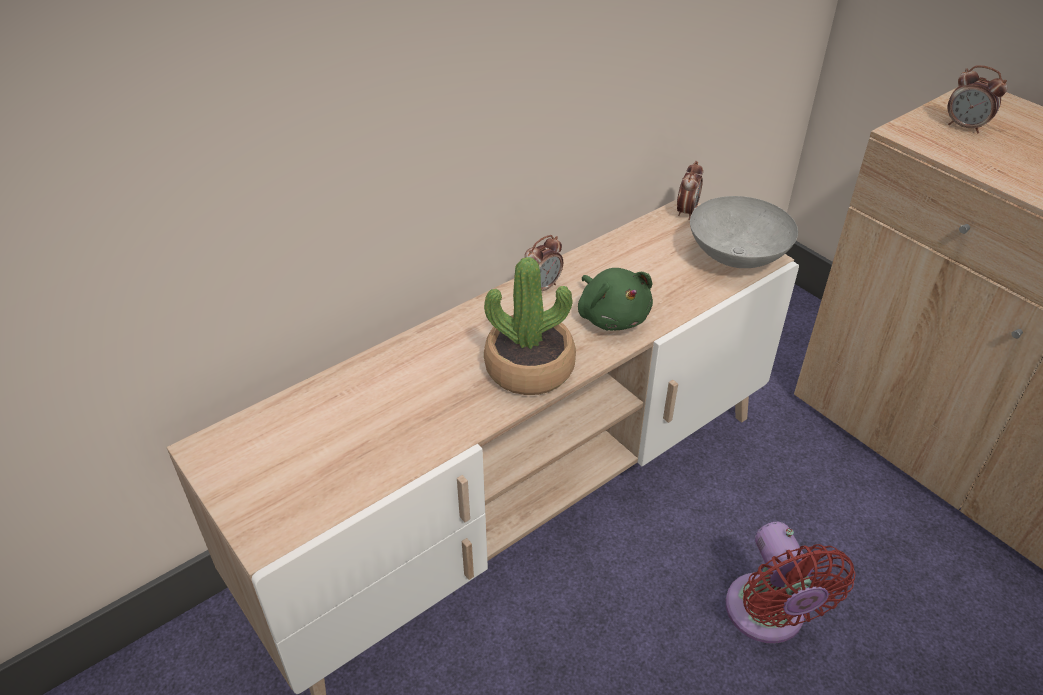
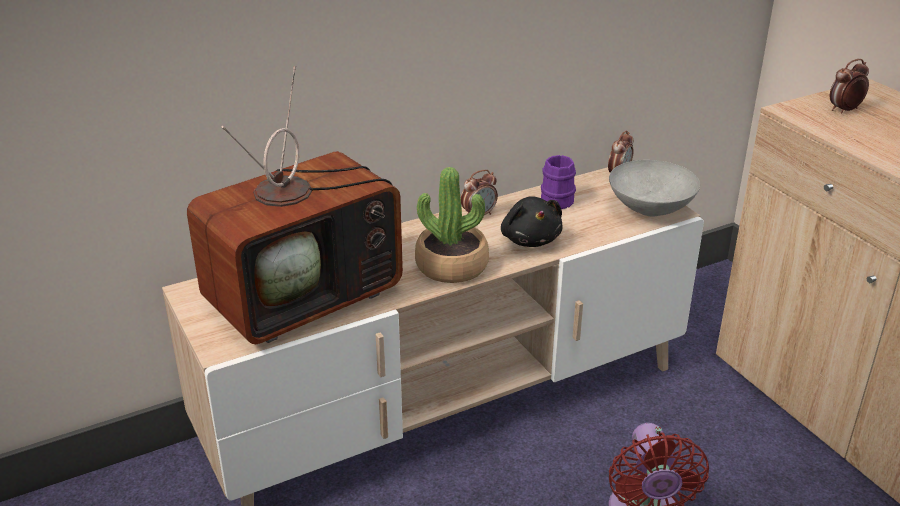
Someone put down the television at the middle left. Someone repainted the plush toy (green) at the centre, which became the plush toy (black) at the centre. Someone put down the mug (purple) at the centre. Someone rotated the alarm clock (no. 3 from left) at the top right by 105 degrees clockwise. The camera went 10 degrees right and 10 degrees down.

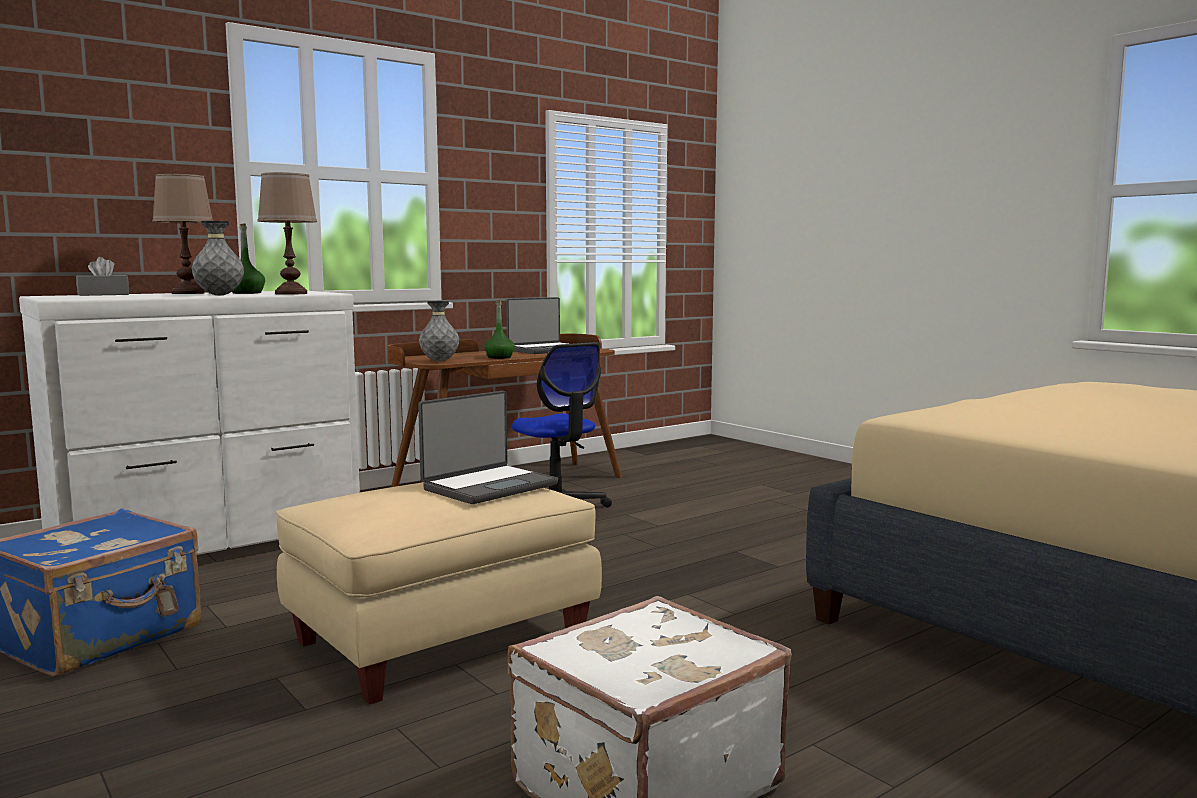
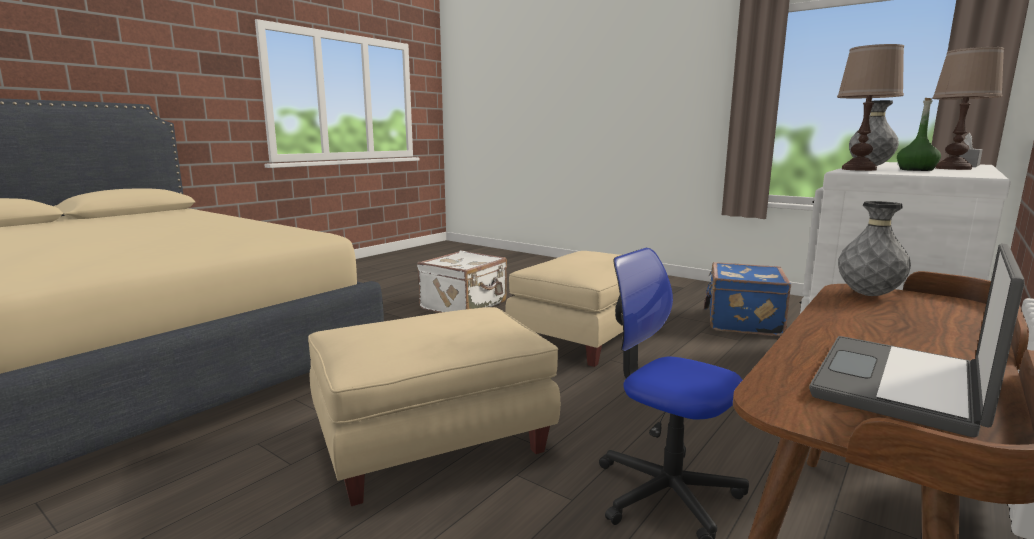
Someone put down the ottoman (beige) (no. 1 from left) at the bottom centre. Someone took away the laptop (no. 1 from left) at the centre. Someone took away the bottle (green) (no. 2 from left) at the centre. The camera went 165 degrees right and 5 degrees up.

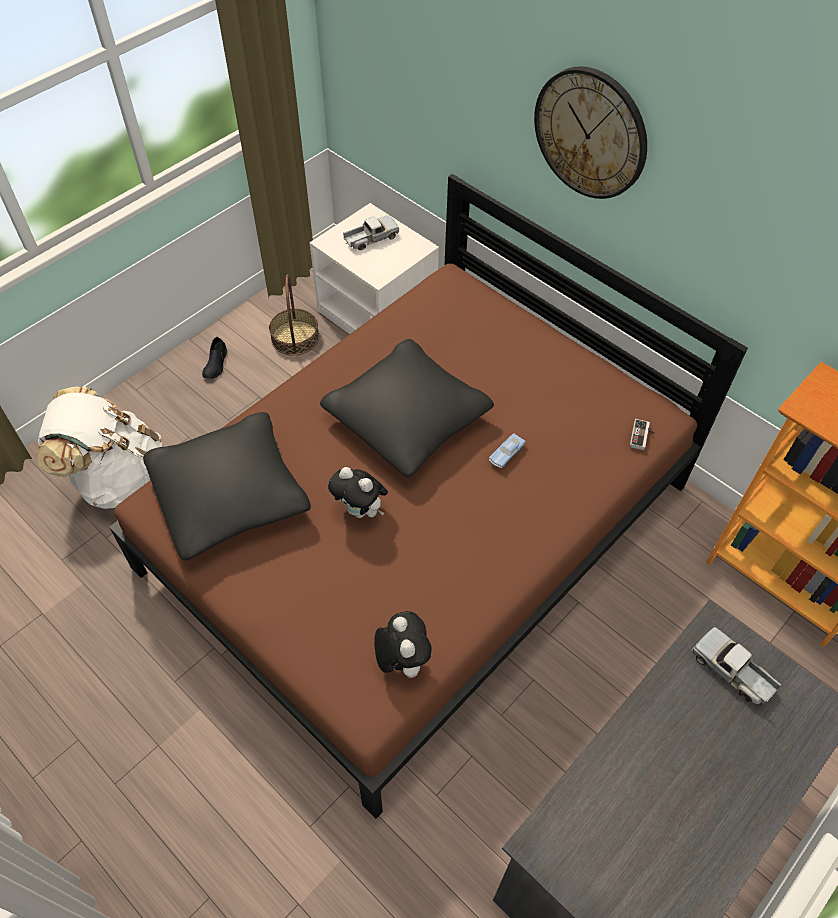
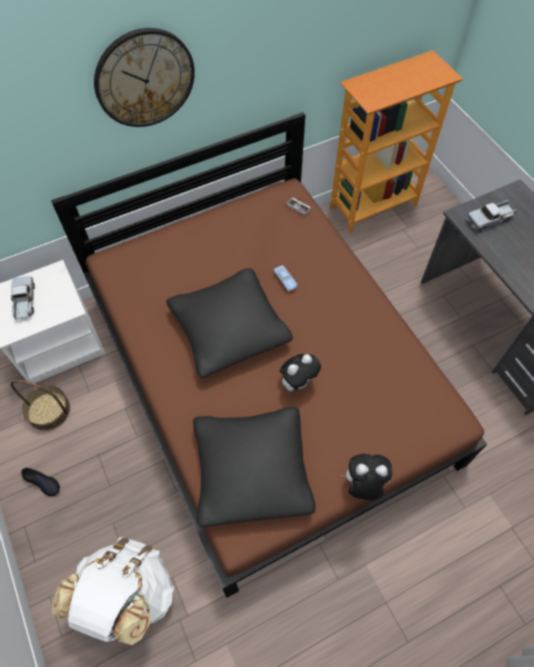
Someone carried the plush toy (no. 2 from left) from the bottom centre to the bottom right. The camera went 70 degrees left and 5 degrees up.

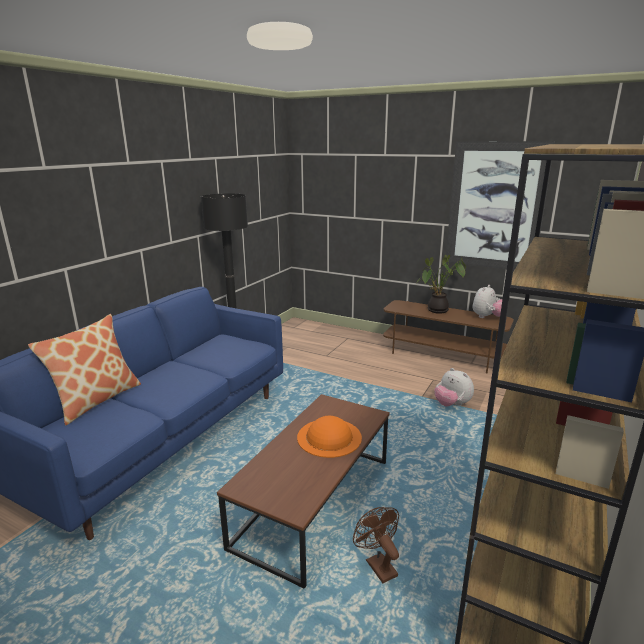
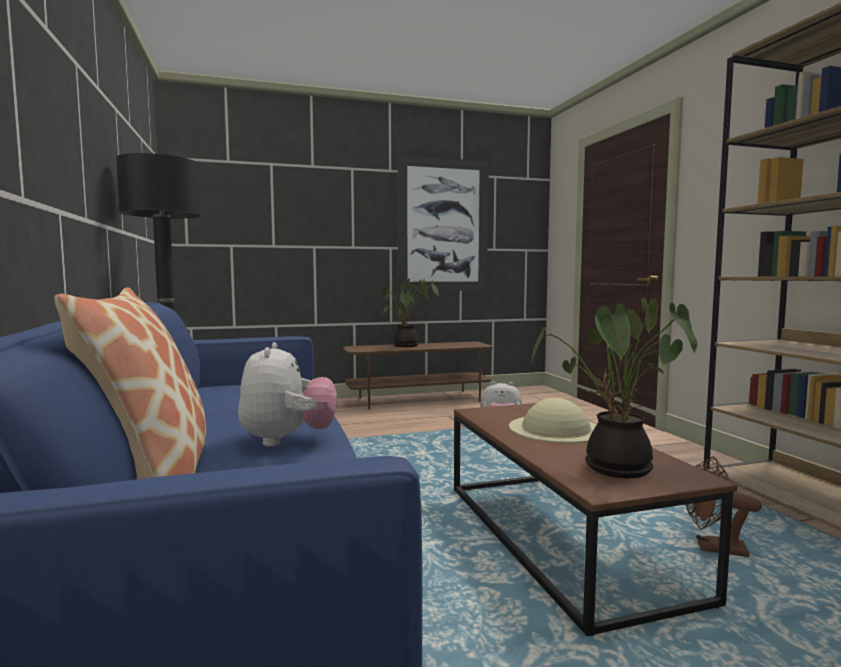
Someone carried the plush toy (no. 2 from left in the first image) from the middle right to the centre. Someone repainted the hat (orange) at the bottom centre, which became the hat (beige) at the centre. Someone put down the potted plant (no. 2 from left) at the middle right. The camera went 45 degrees left and 15 degrees down.

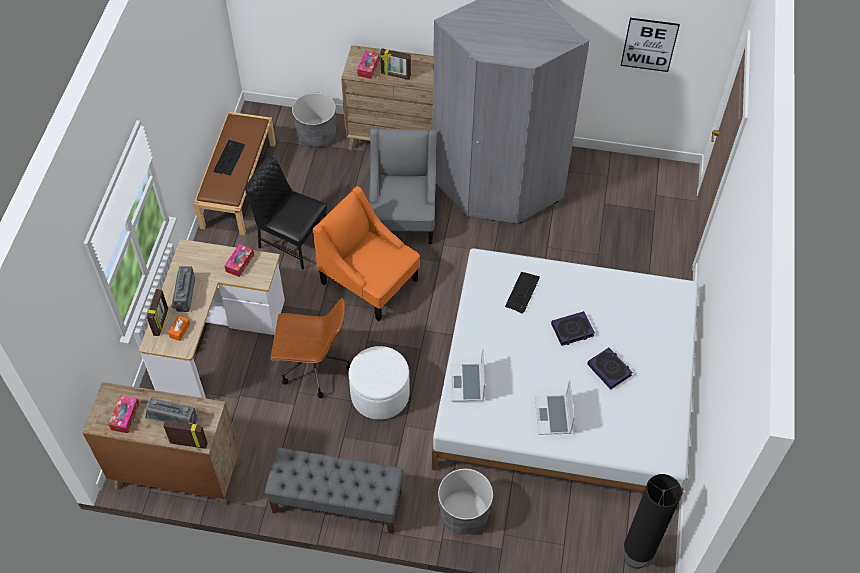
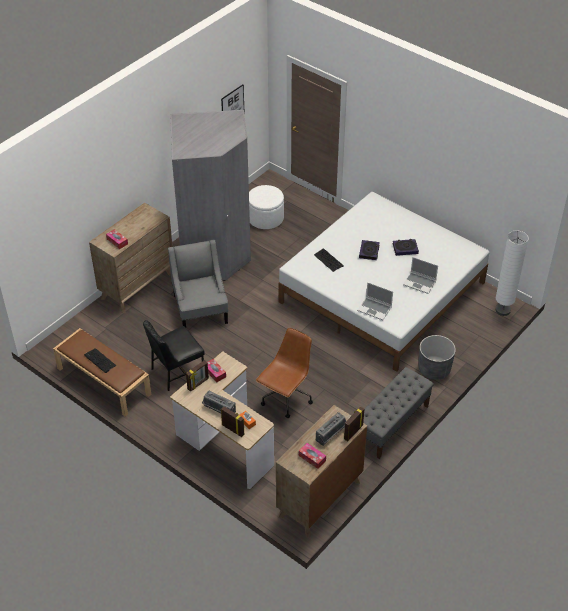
Someone rotated the armchair (grey) at the top centre by 45 degrees clockwise. Someone carried the picture frame (no. 3 from left in the first image) from the top centre to the centre. Someone carried the ottoman (white) from the bottom centre to the centre. Someone repainted the floor lamp (black) at the bottom right, which became the floor lamp (white) at the middle right. Someone took away the planter (grey) (no. 1 from left) at the top centre. Someone took away the armchair (orange) at the centre. The camera went 60 degrees left and 10 degrees down.

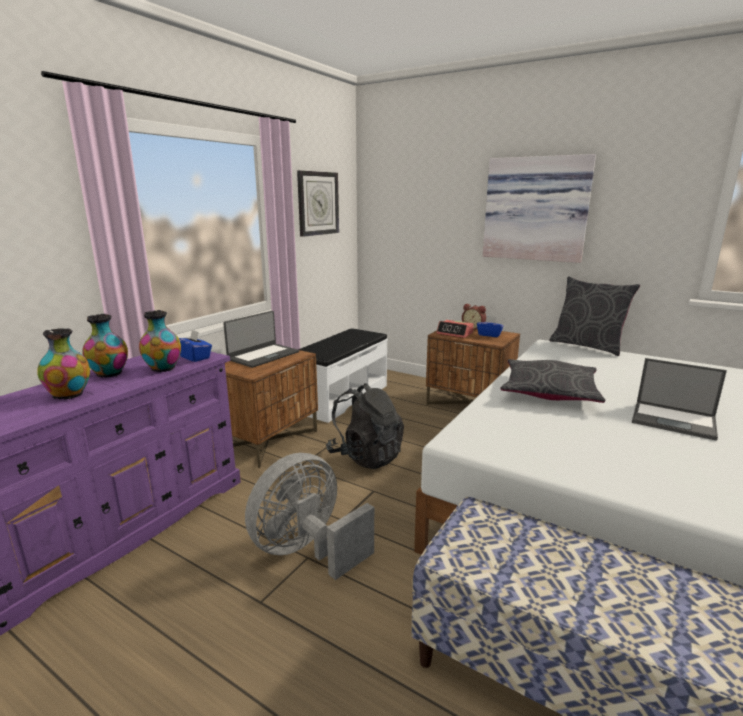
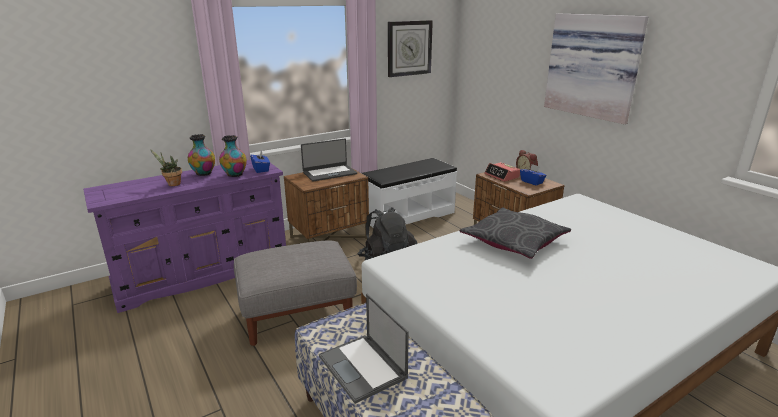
Someone swapped the vase (no. 1 from left) at the middle left for the potted plant at the middle left. Someone swapped the fan (grey) at the bottom centre for the ottoman (grey) at the bottom centre. Someone carried the laptop (no. 2 from left) from the middle right to the bottom centre. Someone took away the pillow (grey) (no. 2 from left) at the middle right. The camera went 25 degrees right and 5 degrees up.

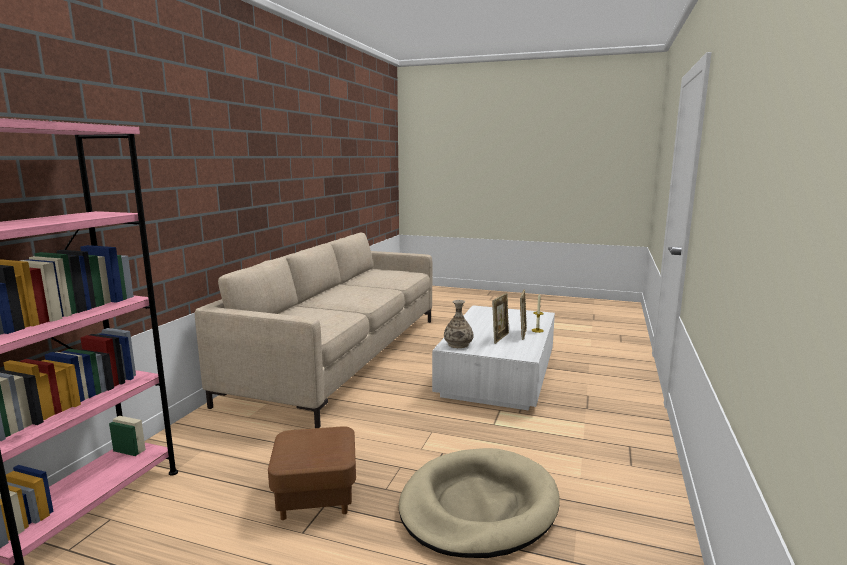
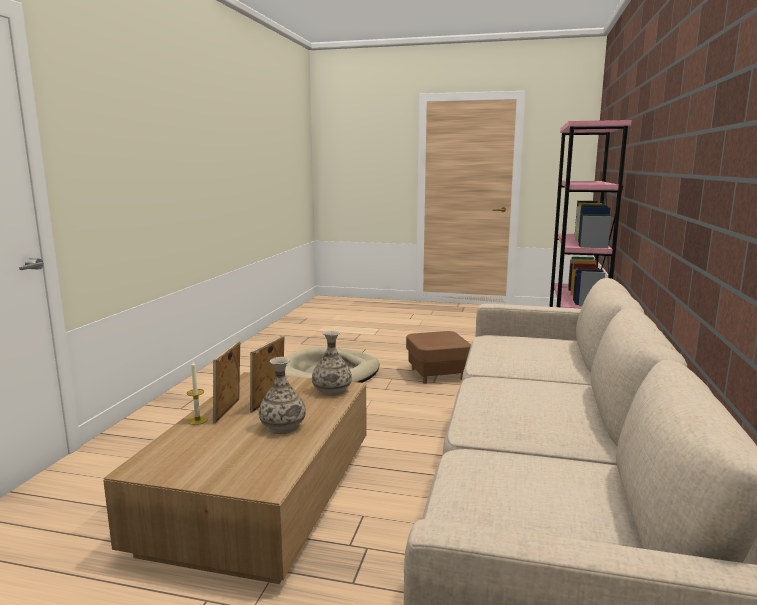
Someone repainted the coffee table (white) at the centre, which became the coffee table (brown) at the bottom left. Someone put down the vase (no. 1 from left) at the centre. The camera went 175 degrees right and 0 degrees up.

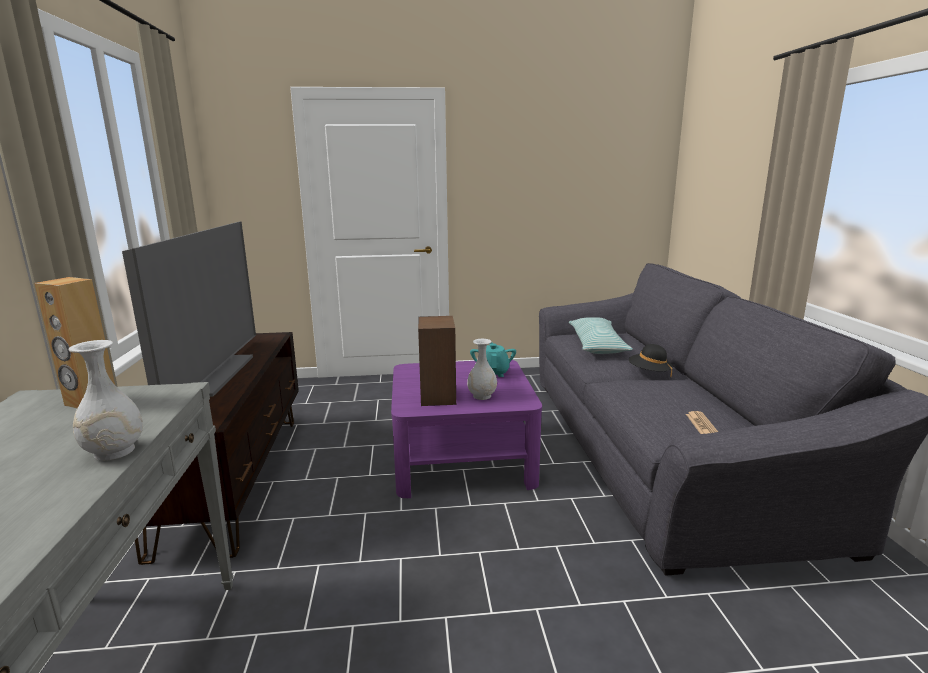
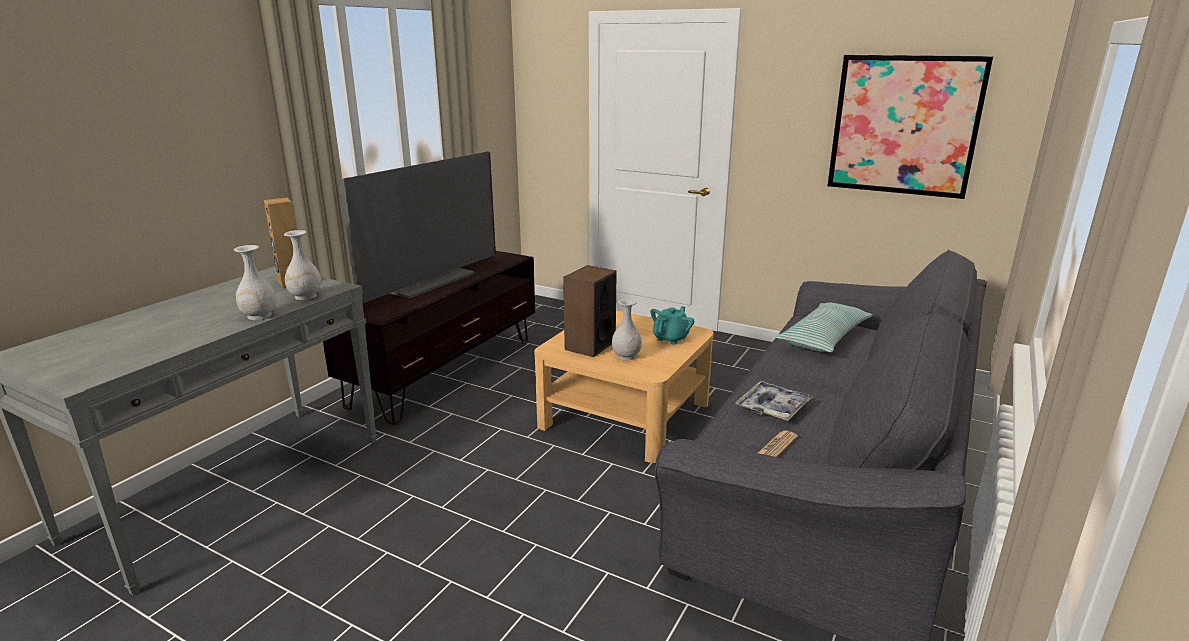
Someone put down the vase (white) (no. 2 from left) at the middle left. Someone repainted the coffee table (purple) at the centre, which became the coffee table (beige) at the centre. Someone put down the tray at the centre. Someone put up the picture at the top right. Someone took away the hat (black) at the middle right. The camera went 35 degrees right and 5 degrees up.

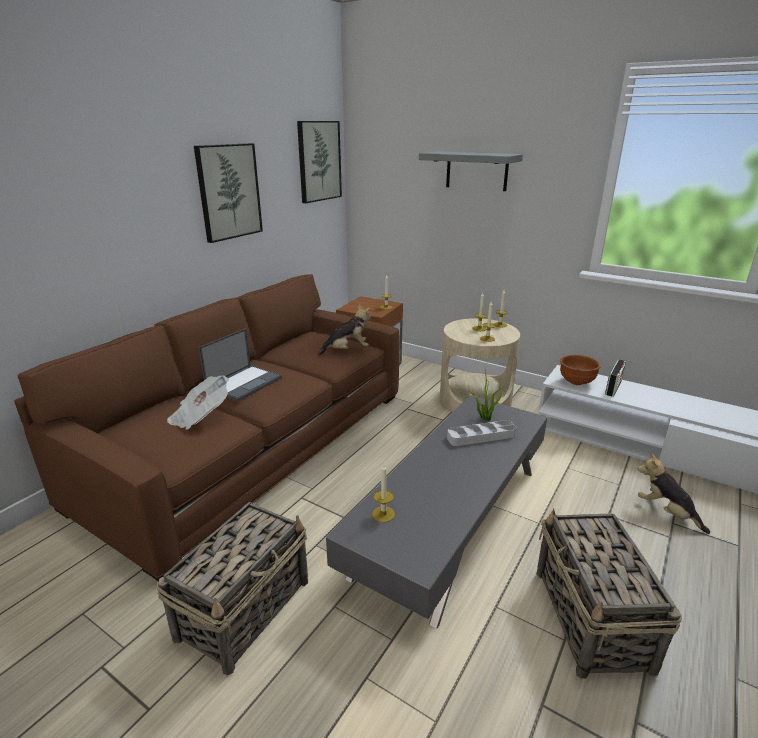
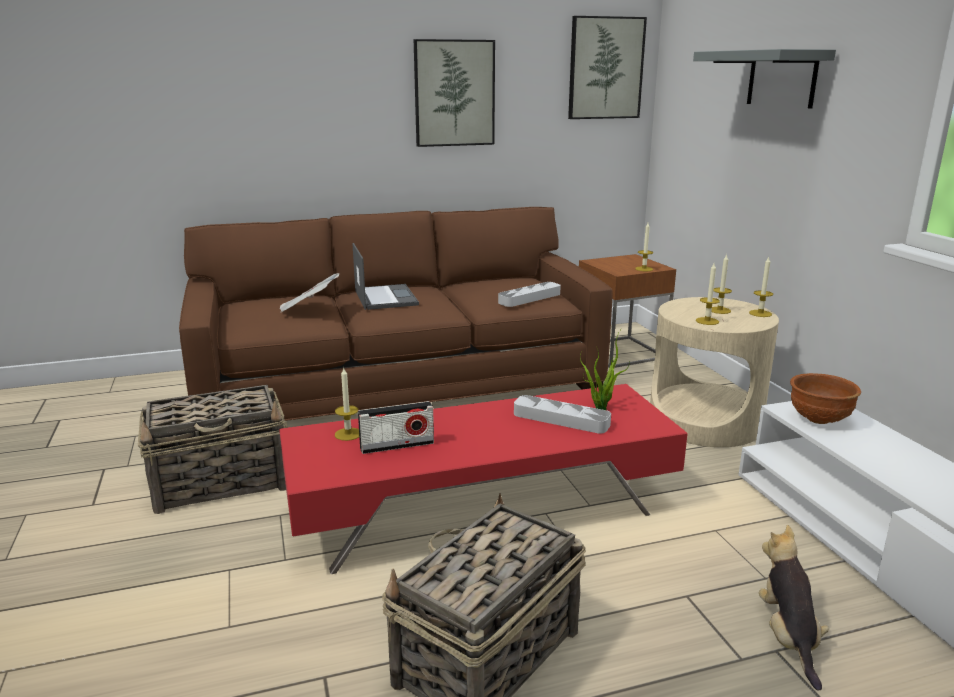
Someone repainted the coffee table (grey) at the bottom centre, which became the coffee table (red) at the bottom centre. Someone rotated the laptop at the middle left by 90 degrees counterclockwise. Someone carried the radio from the middle right to the centre. Someone swapped the plush toy (no. 1 from left) at the centre for the tray (grey) (no. 1 from left) at the centre. The camera went 40 degrees right and 5 degrees down.

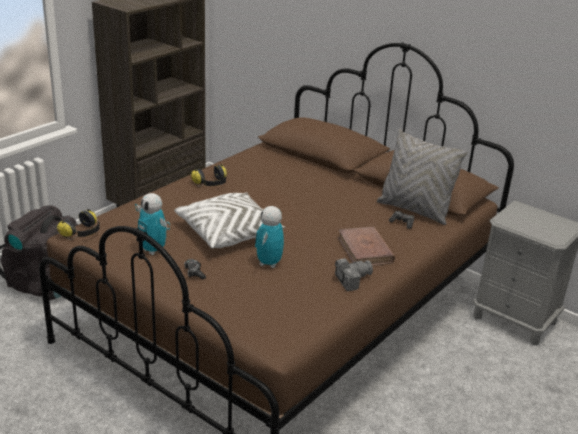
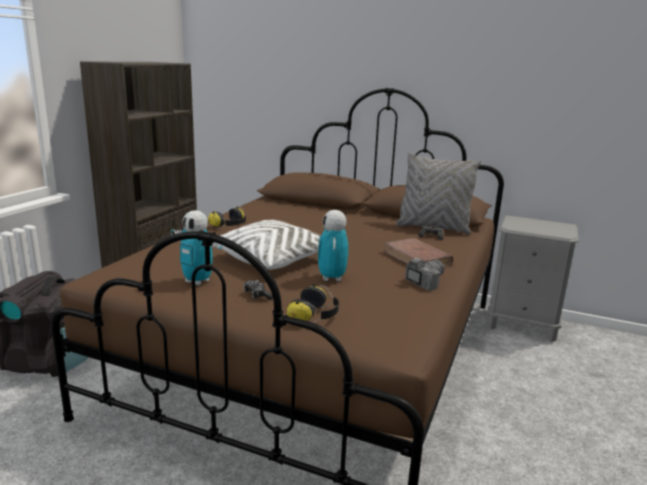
Someone carried the headphones (no. 1 from left in the first image) from the middle left to the centre. The camera went 15 degrees left and 10 degrees down.

